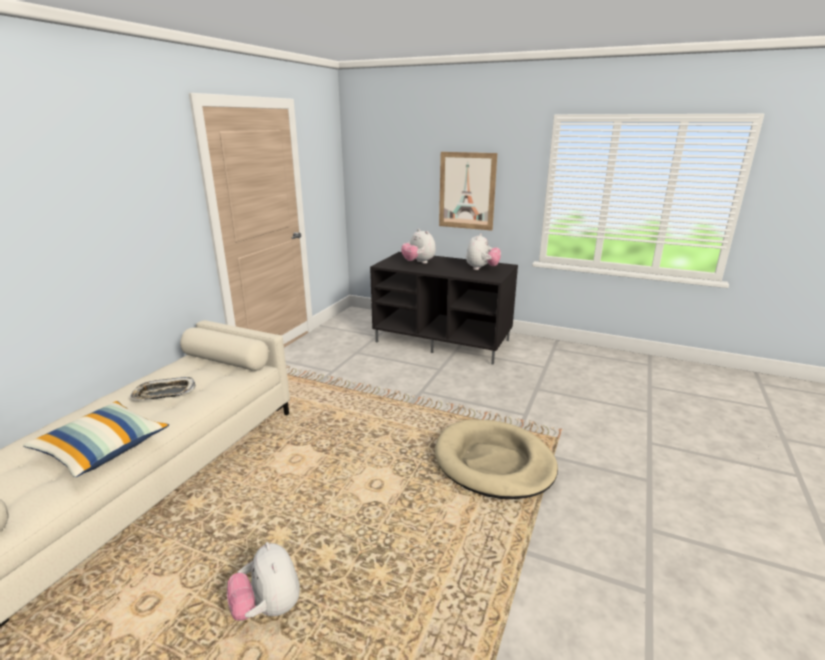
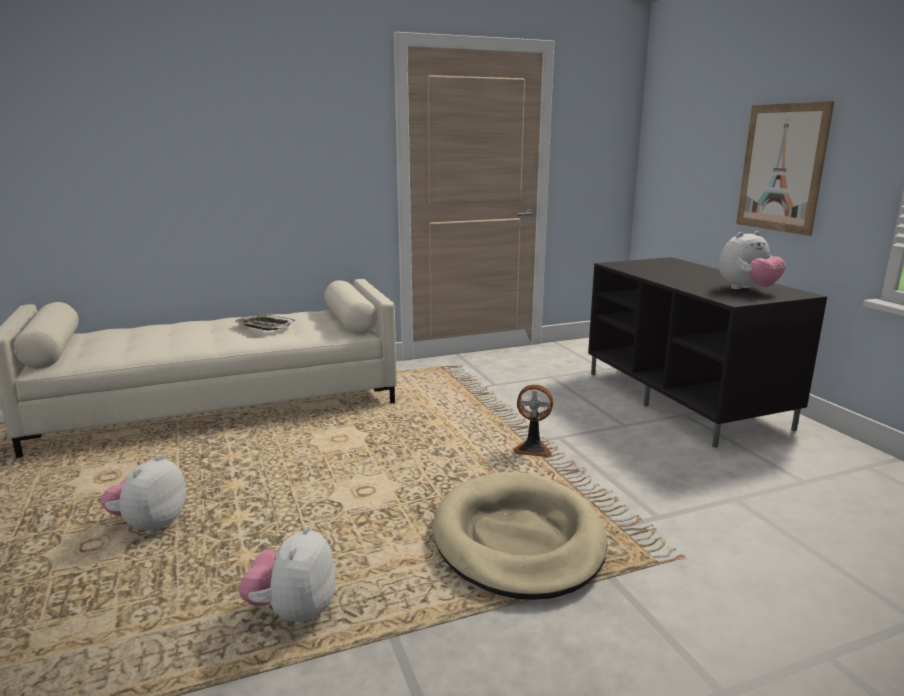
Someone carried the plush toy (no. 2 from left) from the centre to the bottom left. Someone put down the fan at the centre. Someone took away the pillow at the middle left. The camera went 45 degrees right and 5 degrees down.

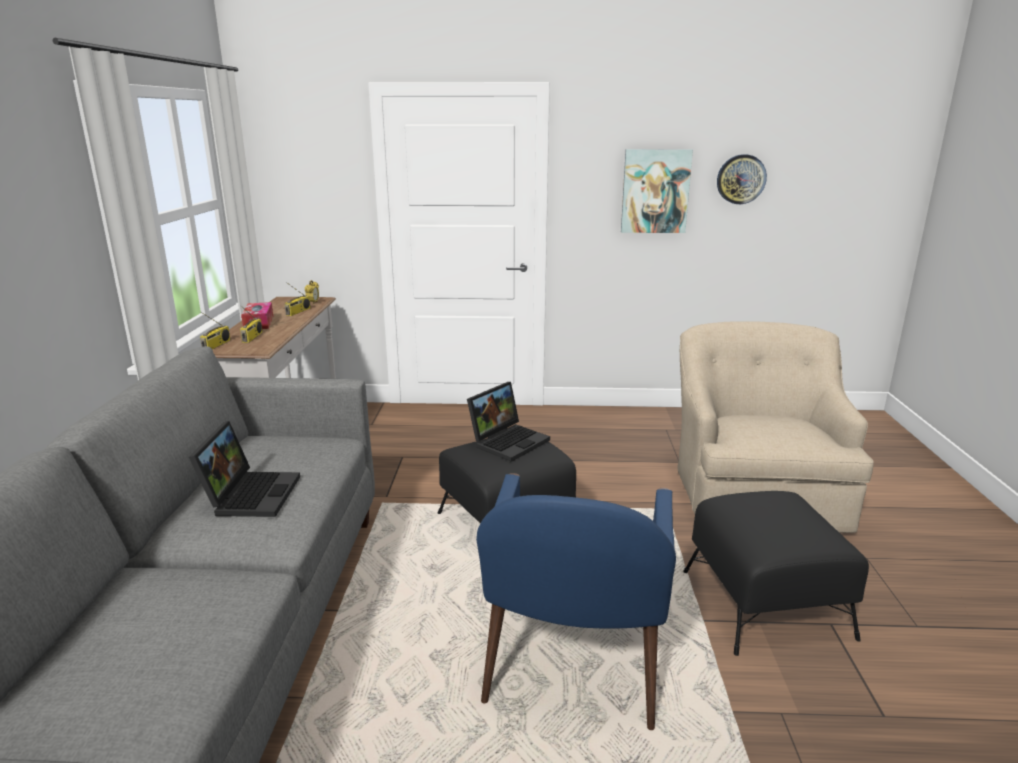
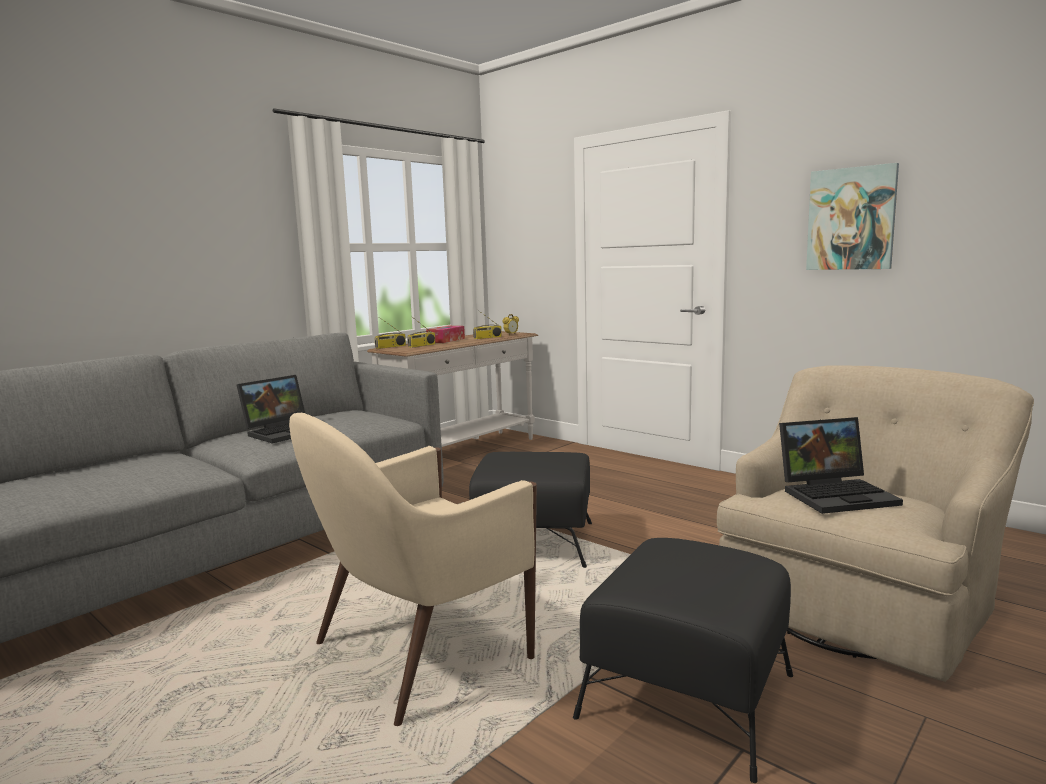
Someone repainted the armchair (blue) at the bottom centre, which became the armchair (beige) (no. 1 from left) at the bottom centre. Someone carried the laptop (no. 2 from left) from the centre to the middle right. Someone took away the wall clock at the top right. The camera went 40 degrees right and 10 degrees down.

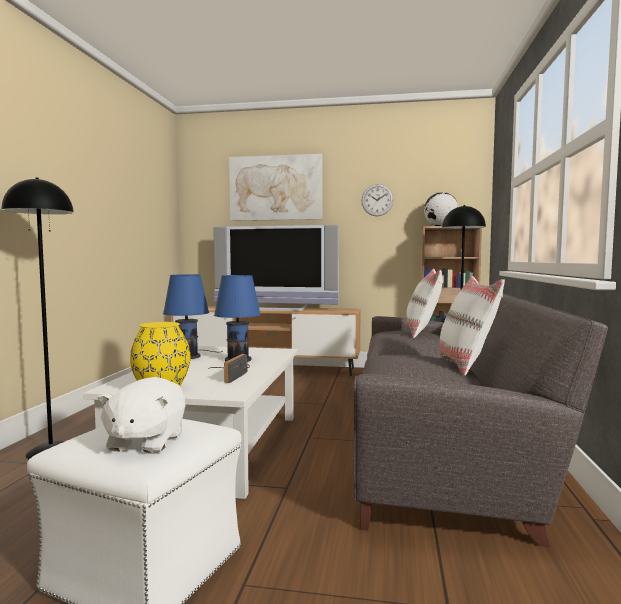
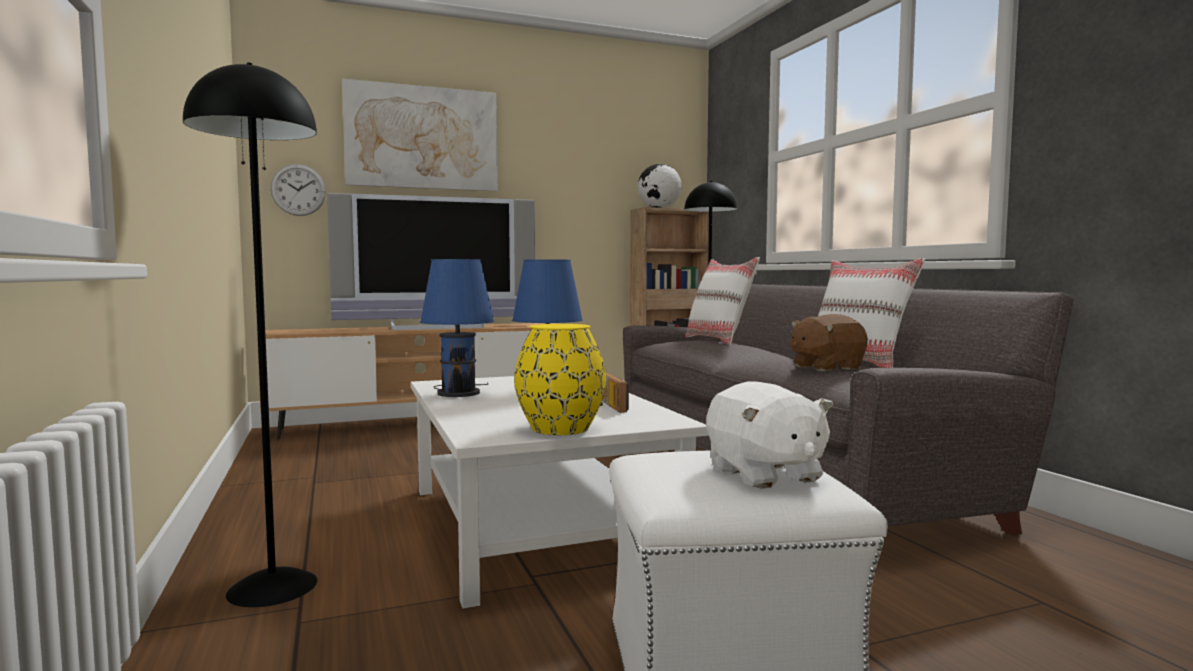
Someone carried the wall clock from the top centre to the top left. Someone put down the plush toy (brown) at the middle right. The camera went 30 degrees left and 0 degrees up.

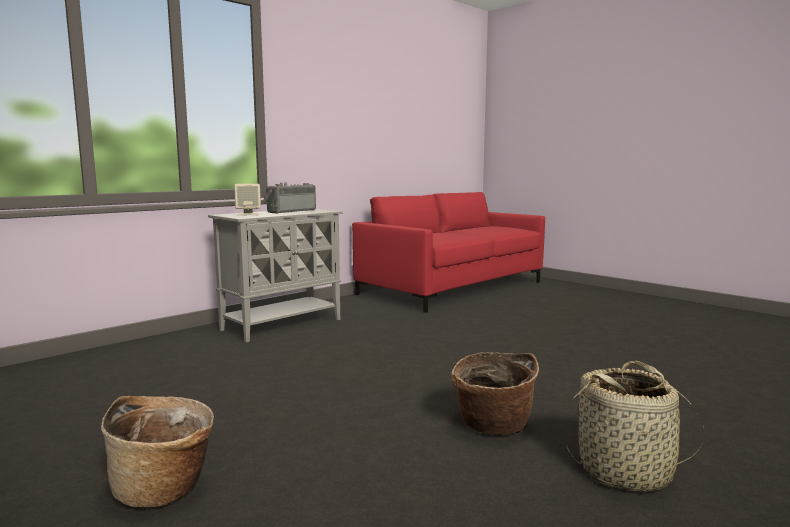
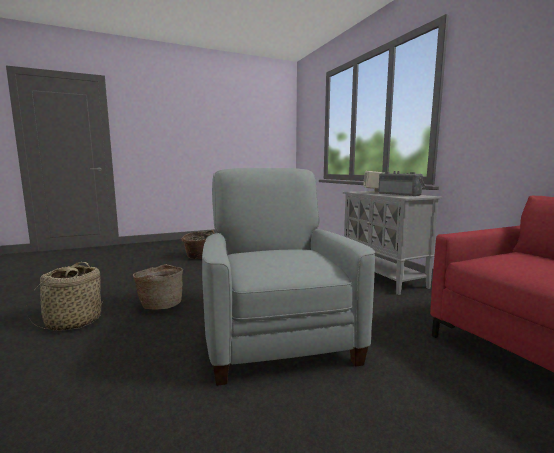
Someone put down the armchair (grey) at the centre. The camera went 110 degrees right and 0 degrees up.

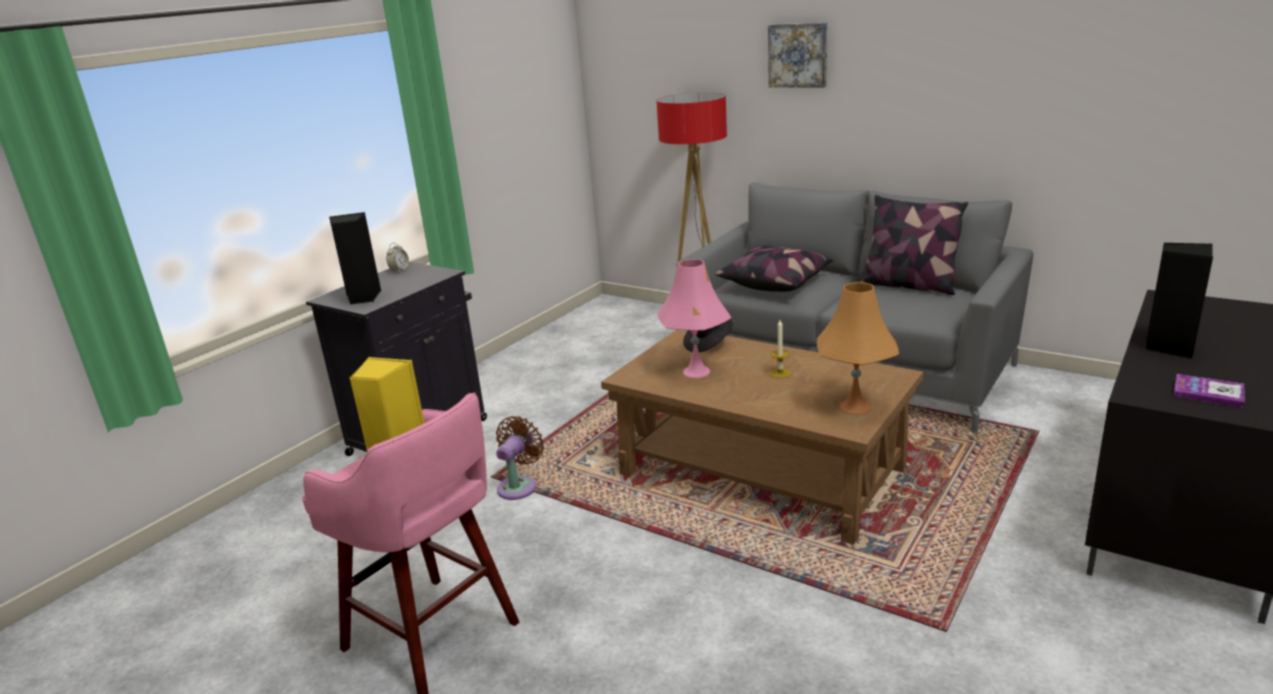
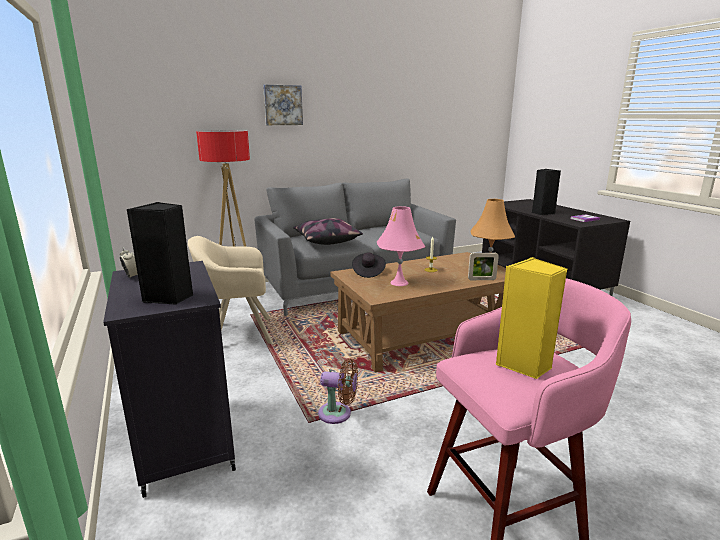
Someone put down the armchair (beige) at the middle left. Someone rotated the fan (brown) at the centre by 135 degrees clockwise. Someone put down the picture frame at the middle right. Someone took away the pillow (no. 2 from left) at the middle right. The camera went 60 degrees left and 5 degrees down.

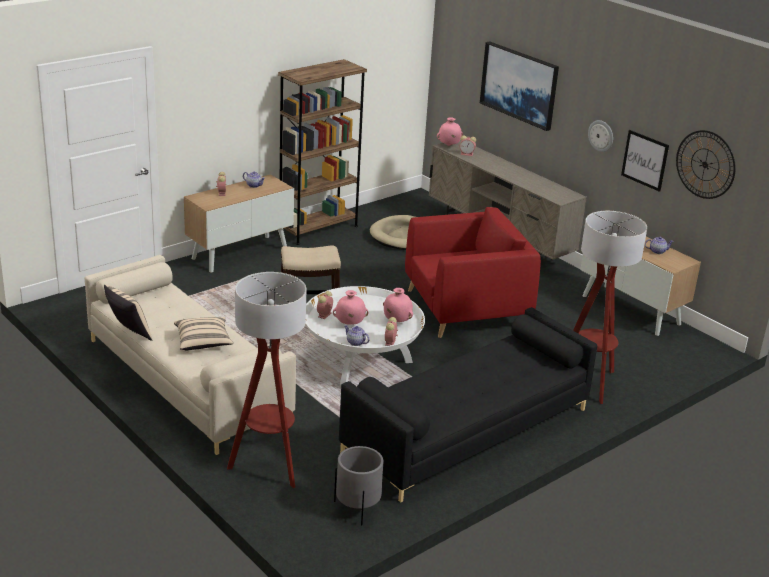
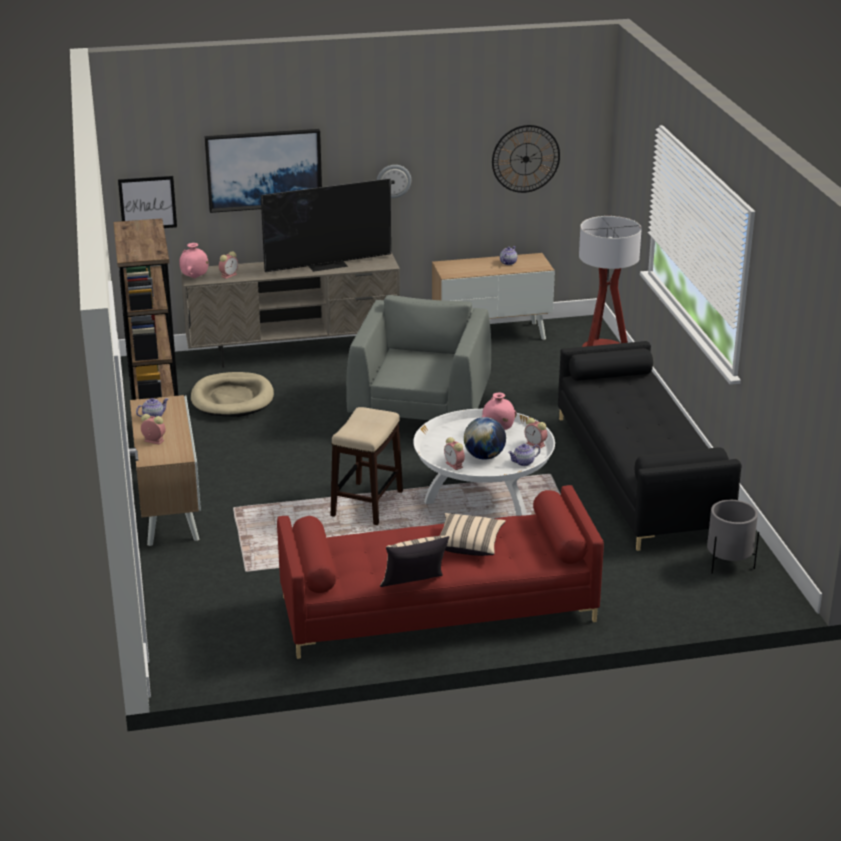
Someone carried the picture (no. 2 from left in the first image) from the top right to the top left. Someone put down the television at the top centre. Someone repainted the sofa (beige) at the middle left, which became the sofa (red) at the bottom centre. Someone repainted the armchair (red) at the centre, which became the armchair (grey) at the centre. Someone swapped the vase (pink) (no. 1 from left) at the centre for the globe at the centre. Someone took away the floor lamp (no. 1 from left) at the centre. The camera went 60 degrees left and 0 degrees up.

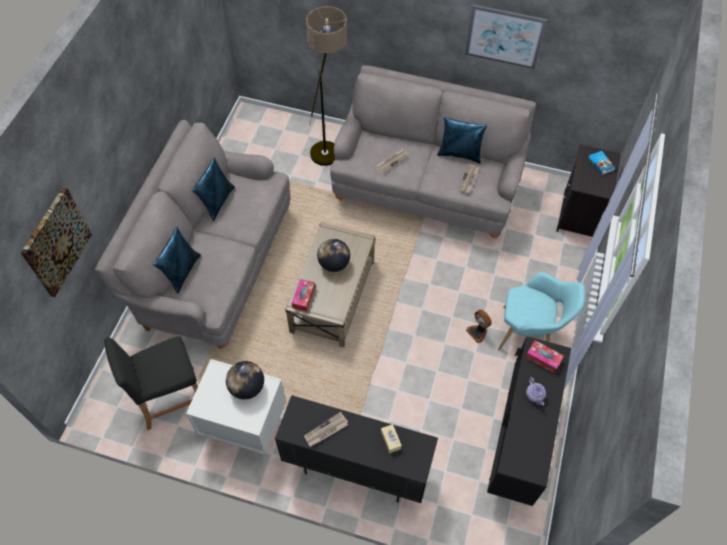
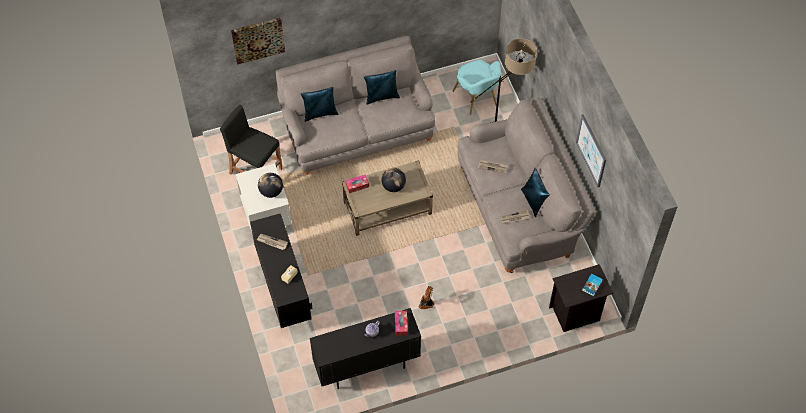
Someone carried the armchair (turquoise) from the middle right to the top centre. The camera went 55 degrees right and 0 degrees up.

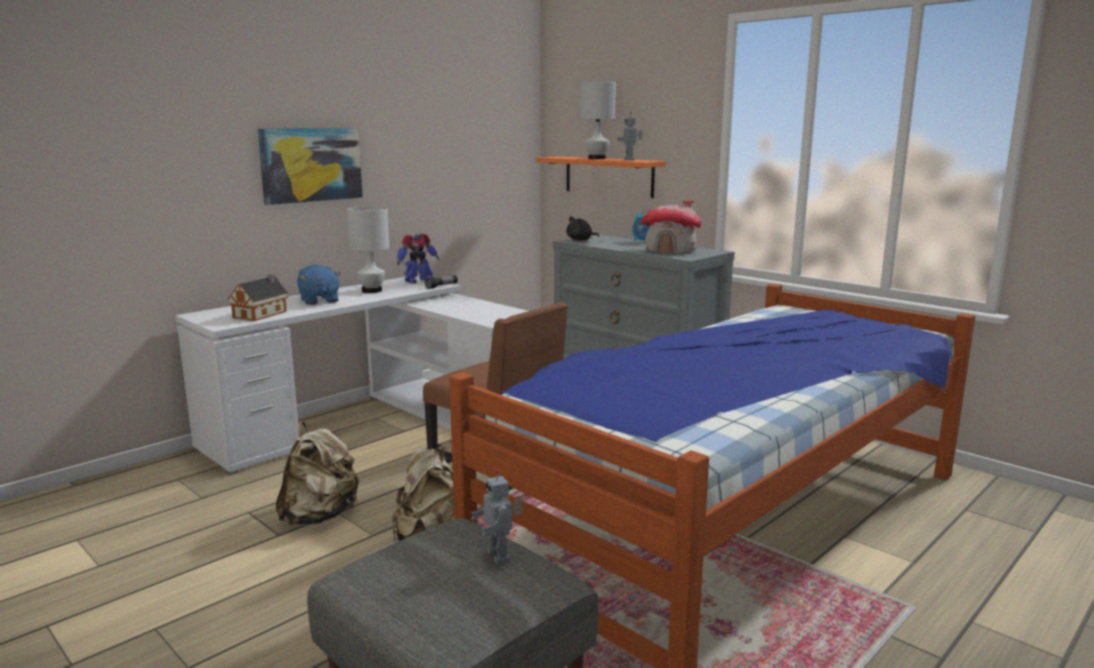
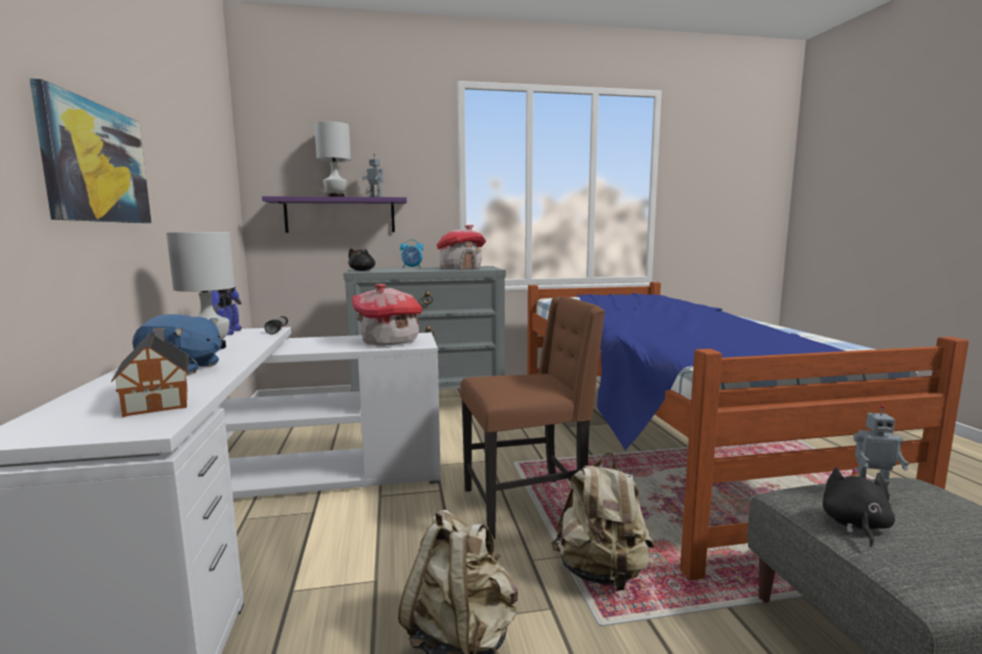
Someone repainted the shelf (orange) at the top centre, which became the shelf (purple) at the top centre. Someone put down the toy house (no. 2 from left) at the centre. Someone put down the plush toy (black) (no. 2 from left) at the bottom right. The camera went 55 degrees left and 5 degrees down.

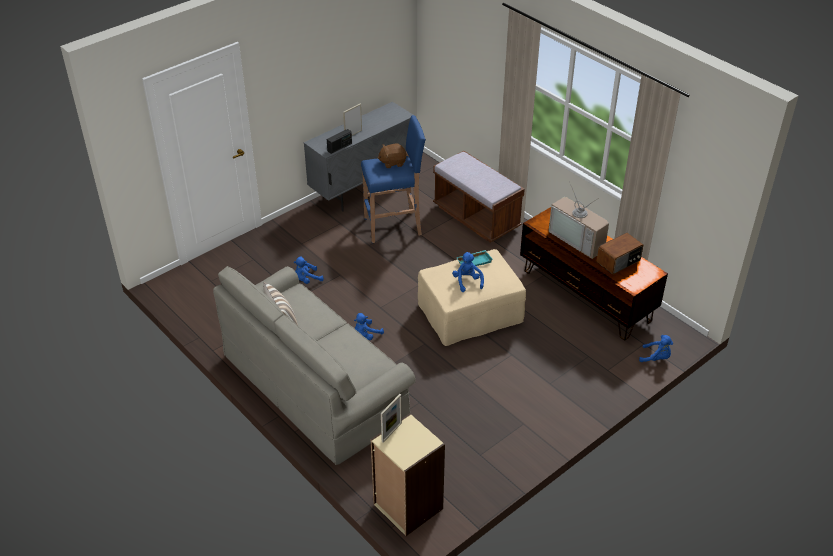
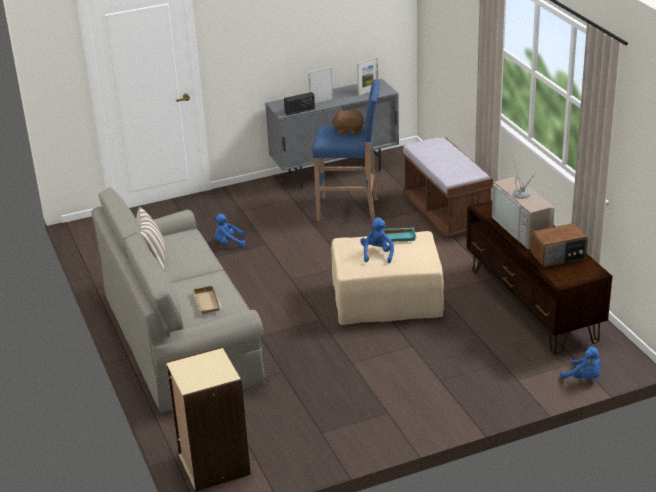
Someone put down the tray (beige) at the middle left. Someone carried the picture frame (no. 2 from left) from the bottom centre to the top centre. Someone took away the plush toy (blue) (no. 2 from left) at the centre. The camera went 20 degrees right and 10 degrees down.

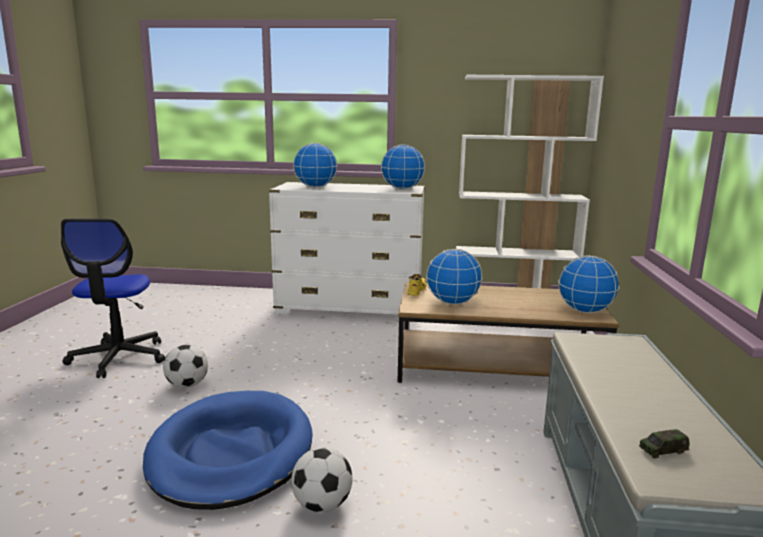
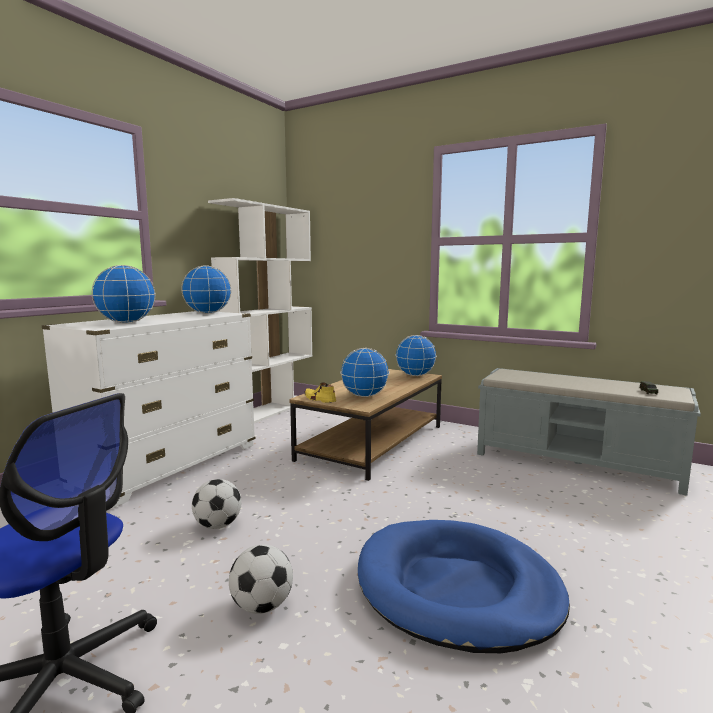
Someone carried the football (no. 2 from left in the first image) from the bottom centre to the bottom left. The camera went 65 degrees left and 5 degrees down.

